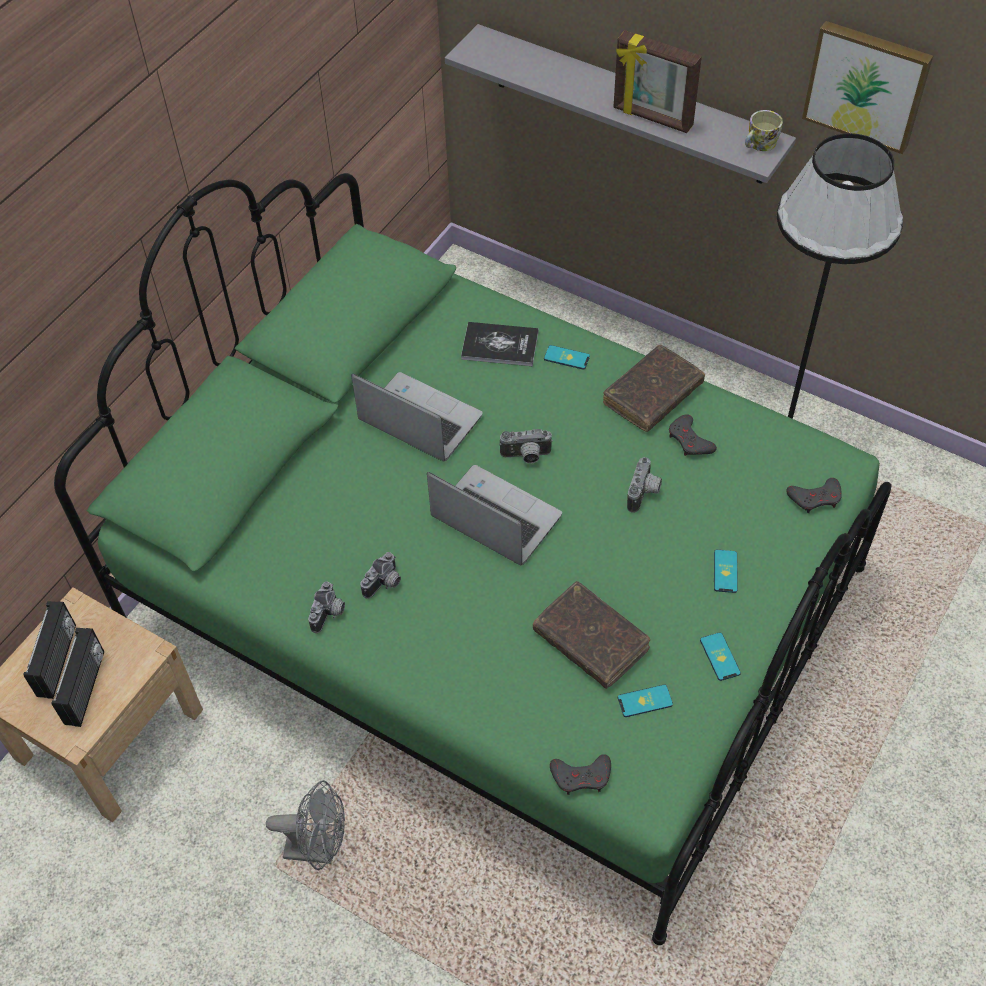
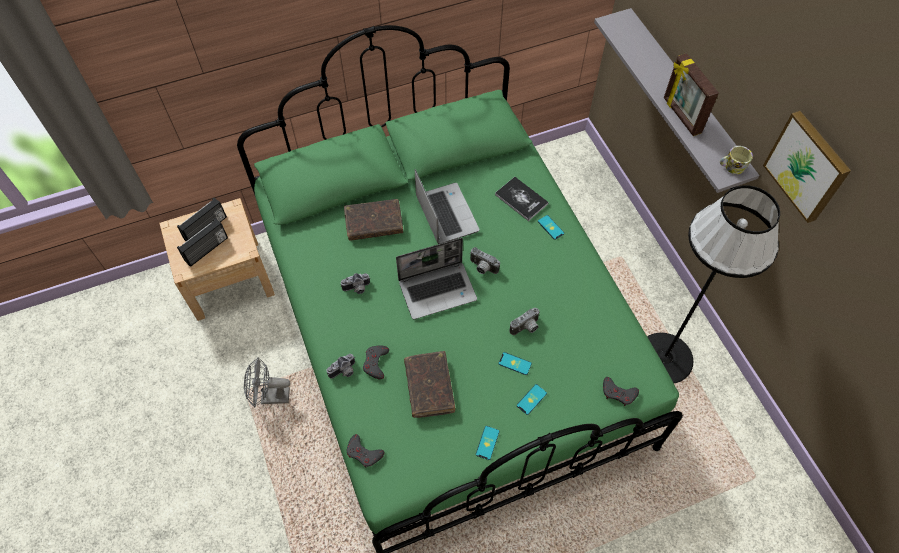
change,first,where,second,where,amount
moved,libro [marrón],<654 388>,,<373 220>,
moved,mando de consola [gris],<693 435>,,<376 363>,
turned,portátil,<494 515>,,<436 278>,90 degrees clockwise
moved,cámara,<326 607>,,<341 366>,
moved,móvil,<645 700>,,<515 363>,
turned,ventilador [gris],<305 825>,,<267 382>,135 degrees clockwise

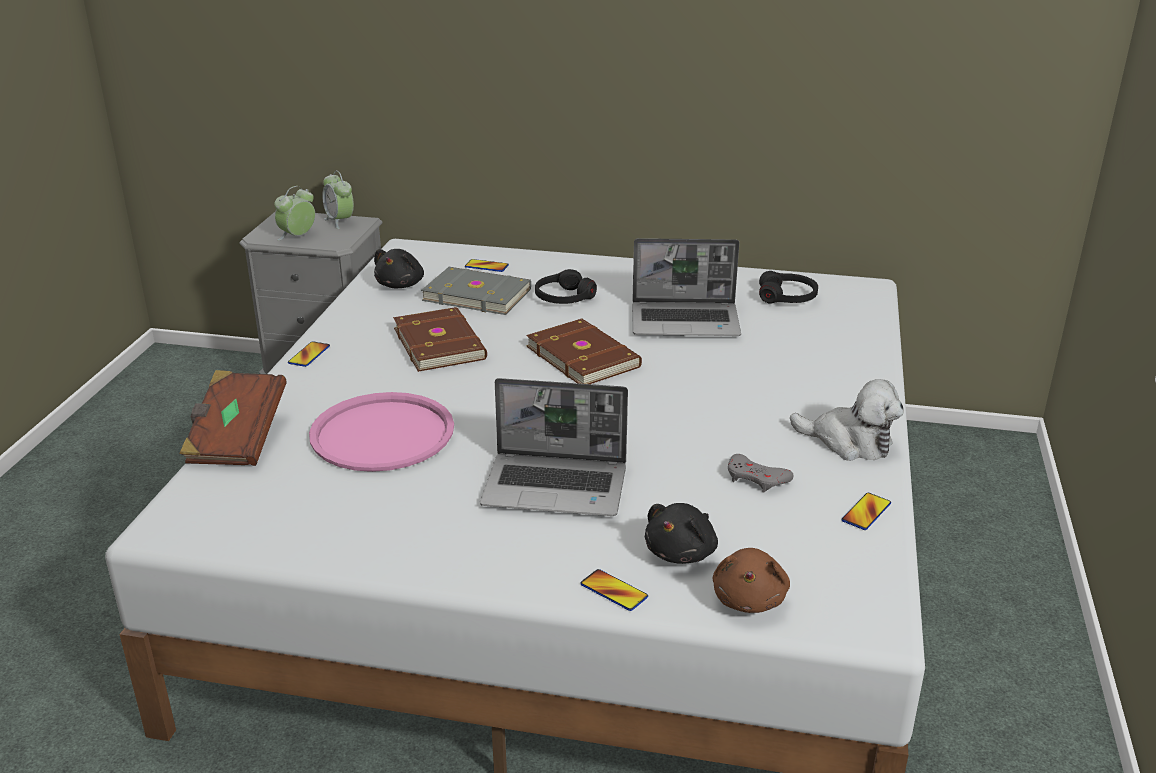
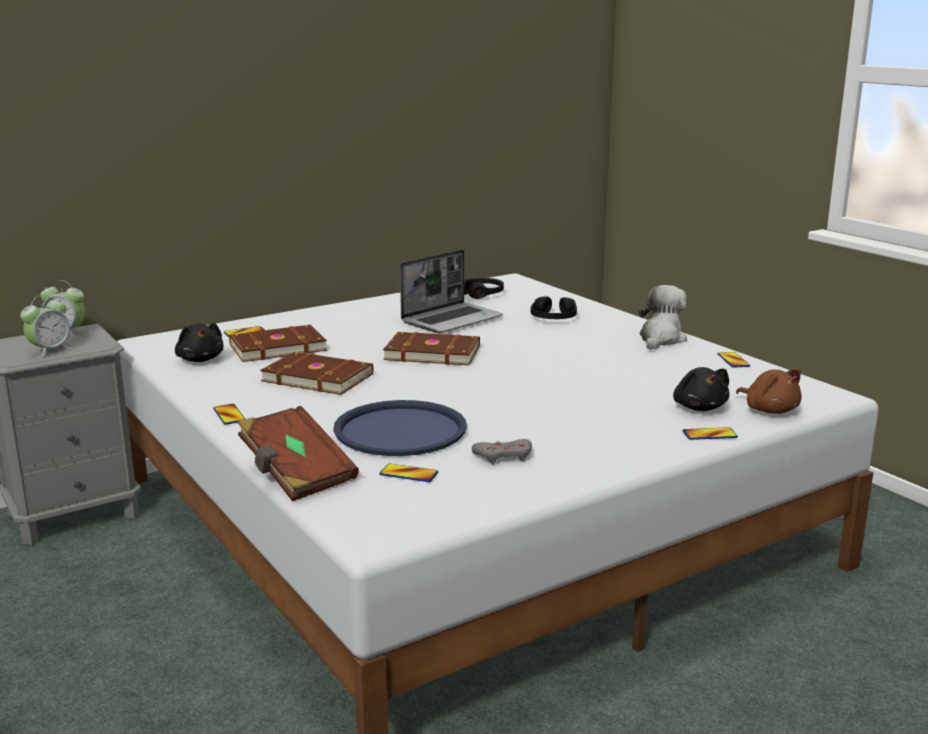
change,first,where,second,where,amount
turned,despertador,<294 213>,,<46 326>,135 degrees counterclockwise
recoloured,libro [gris],<476 291>,libro [marrón],<278 343>,
moved,auriculares [negro],<566 286>,,<554 307>,
removed,portátil,<554 447>,,,
turned,peluche,<847 420>,,<663 317>,45 degrees counterclockwise
recoloured,bandeja [rosa],<381 432>,bandeja [azul],<400 428>,
moved,mando de consola [gris],<760 473>,,<502 452>,
added,,,móvil,<408 473>,

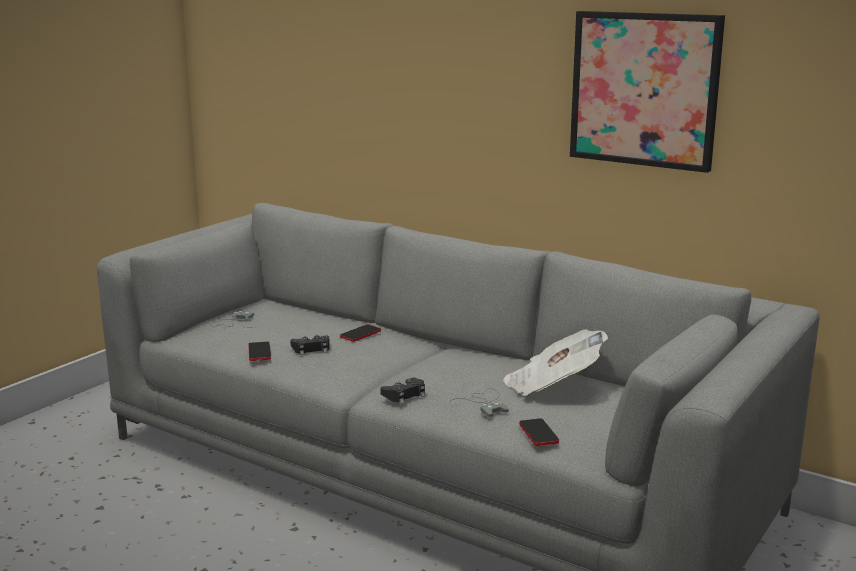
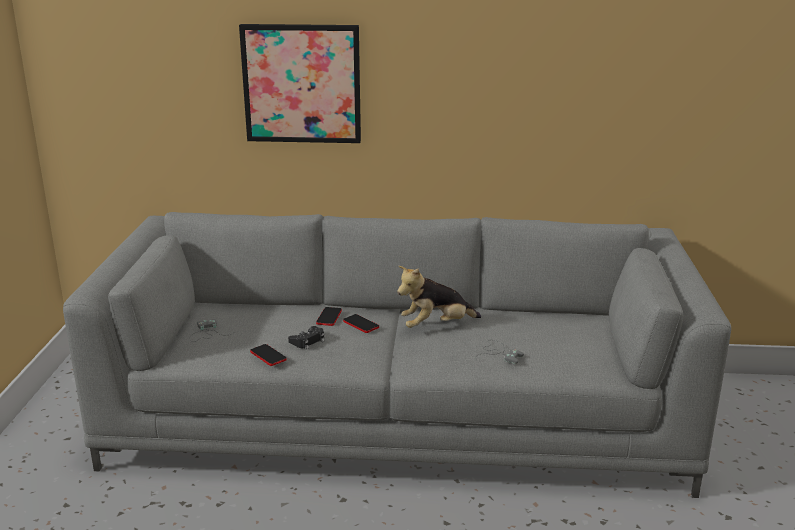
change,first,where,second,where,amount
moved,cuadro,<647 92>,,<300 83>,
removed,periódico,<555 362>,,,
removed,mando de consola [negro],<402 391>,,,
moved,móvil,<539 432>,,<361 323>,
added,,,peluche,<439 297>,

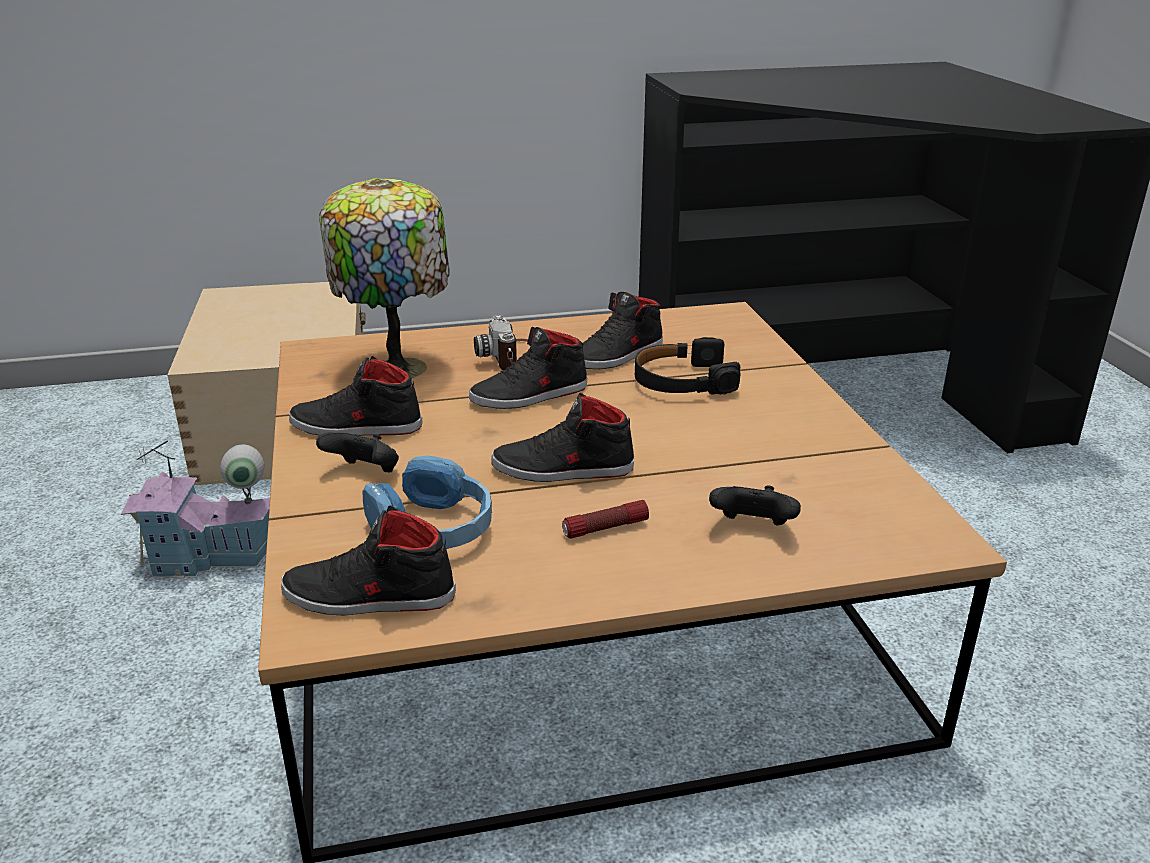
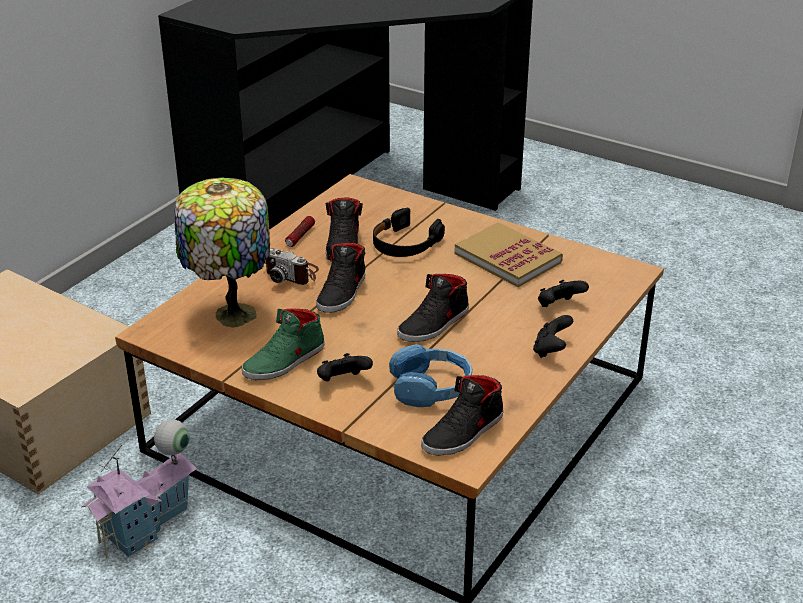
change,first,where,second,where,amount
recoloured,zapato [negro],<355 396>,zapato [verde],<283 344>,
moved,linterna,<605 519>,,<300 231>,
added,,,libro,<508 254>,
added,,,mando de consola [negro],<553 336>,

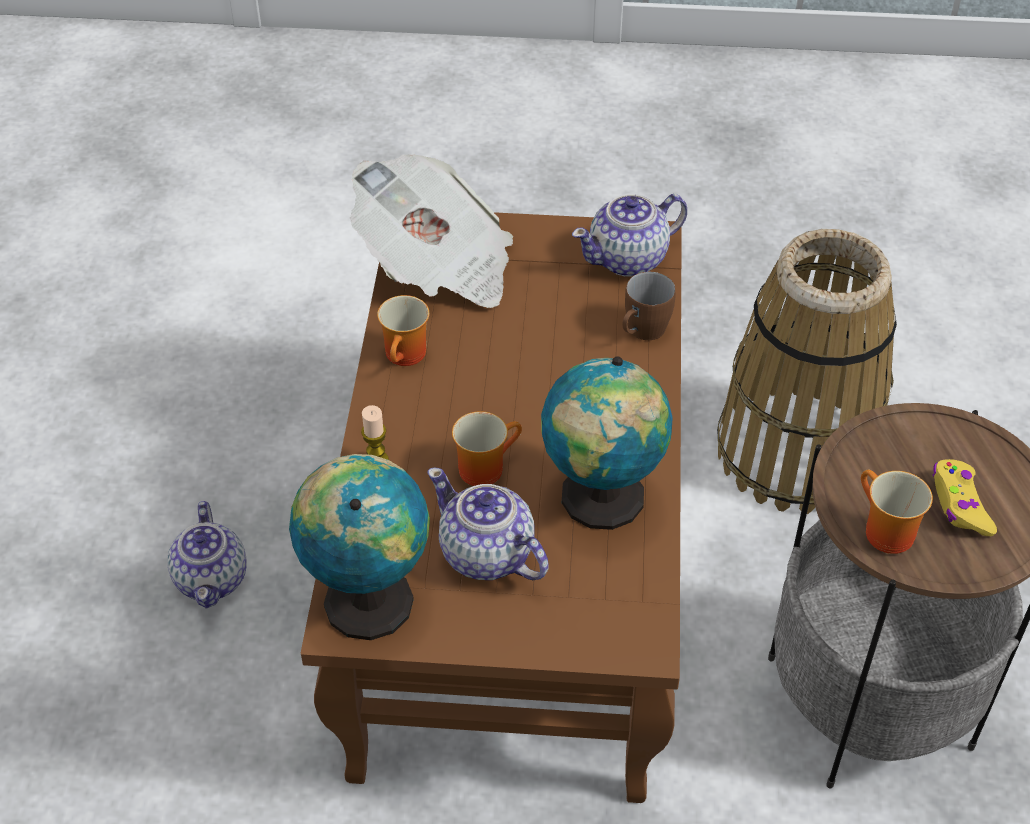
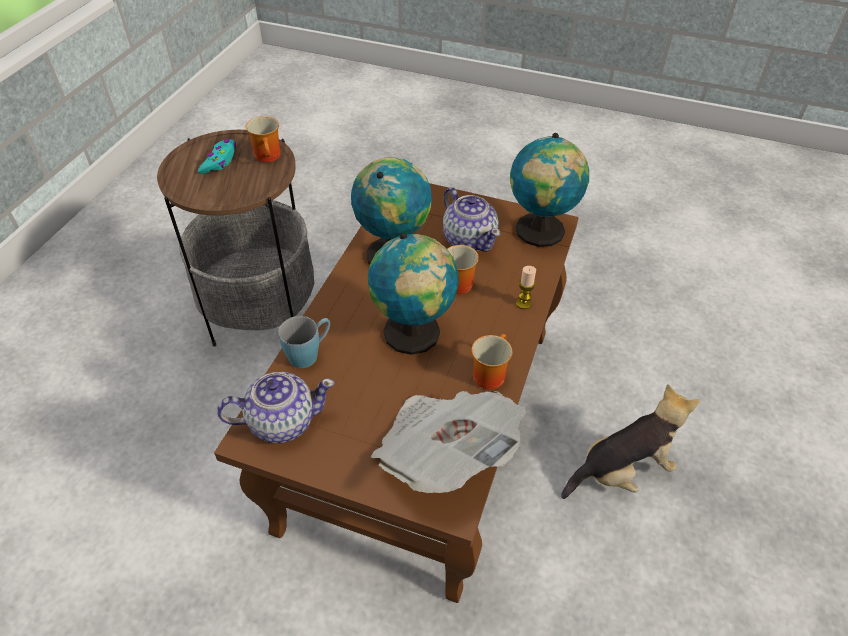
change,first,where,second,where,amount
removed,cesta,<807 371>,,,
recoloured,taza grande [marrón],<649 306>,taza grande [azul],<304 342>,
recoloured,mando de consola [amarillo],<965 497>,mando de consola [turquesa],<217 156>,
replaced,tetera,<207 554>,peluche,<630 441>,
added,,,globo terráqueo,<413 293>,

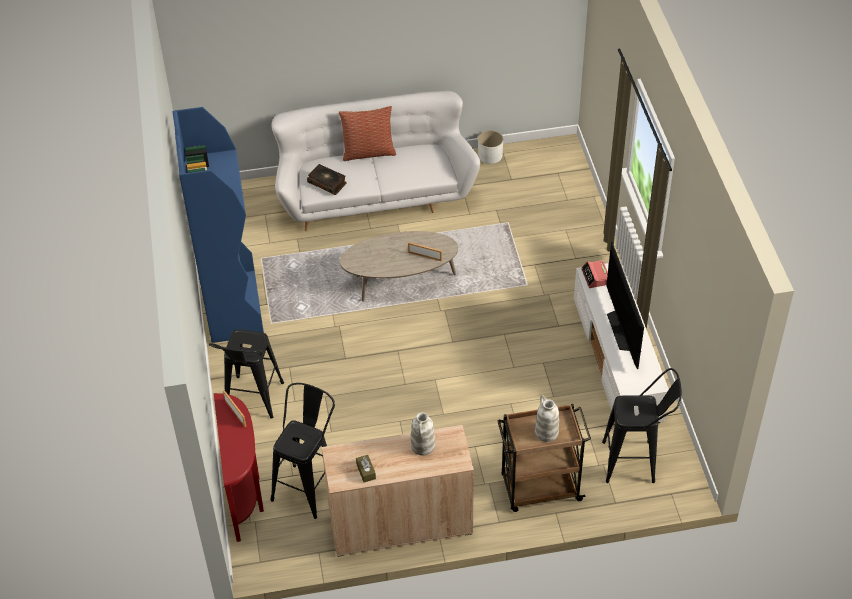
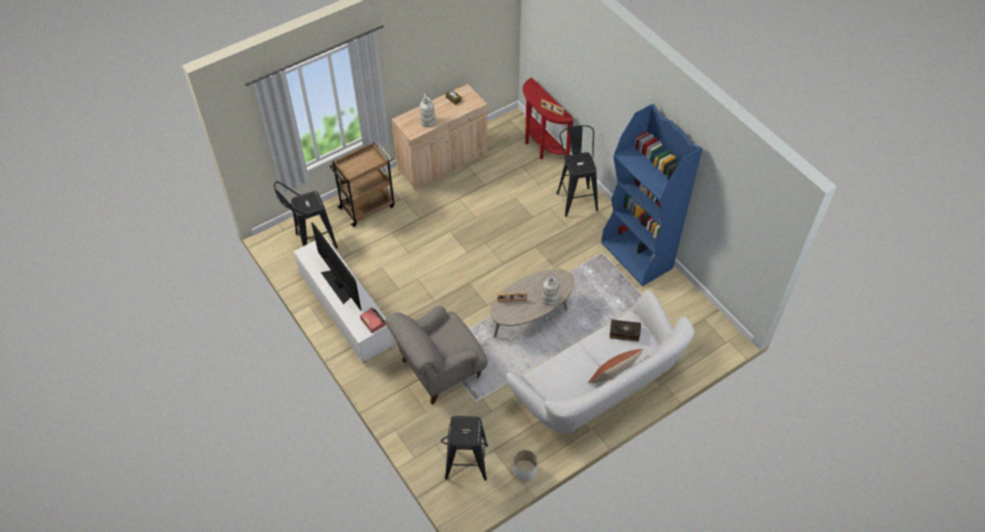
change,first,where,second,where,amount
moved,taburete [negro],<303 451>,,<464 448>,
moved,florero [blanco],<547 418>,,<550 291>,
added,,,sillón [gris],<436 355>,

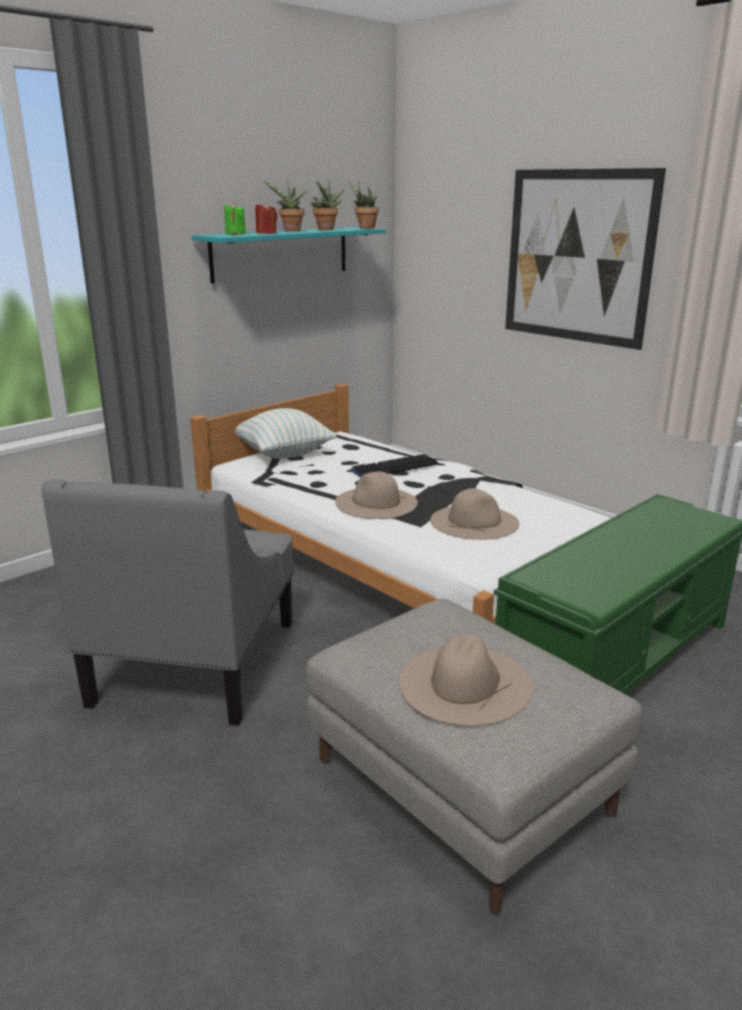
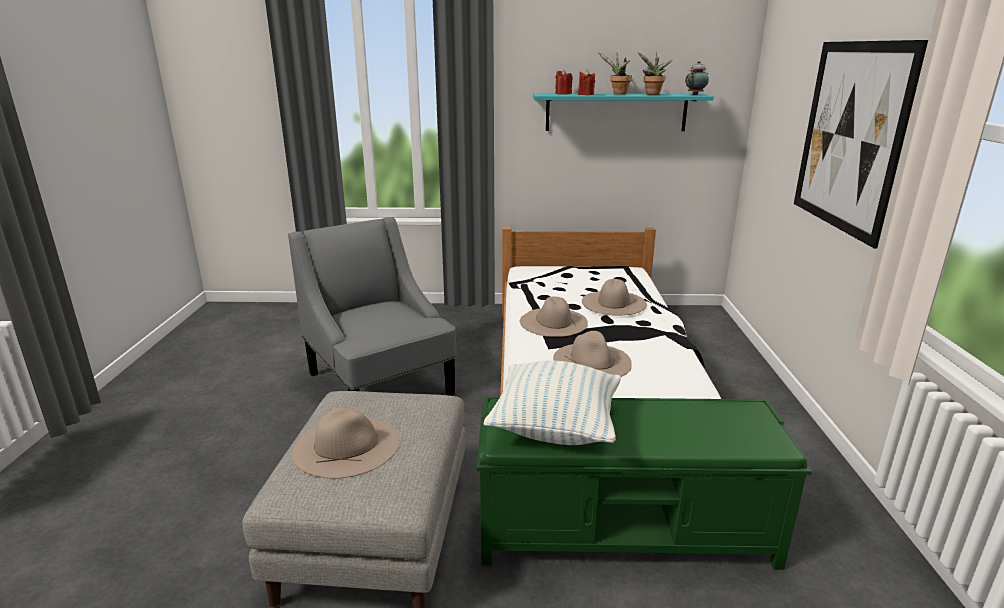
change,first,where,second,where,amount
replaced,planta en maceta,<364 204>,tetera,<697 78>,
recoloured,vela [verde],<235 218>,vela [rojo],<564 82>,
moved,cojín,<286 433>,,<552 403>,
replaced,teclado,<394 465>,sombrero [beis],<614 297>,
turned,sillón [gris],<167 603>,,<372 306>,90 degrees clockwise

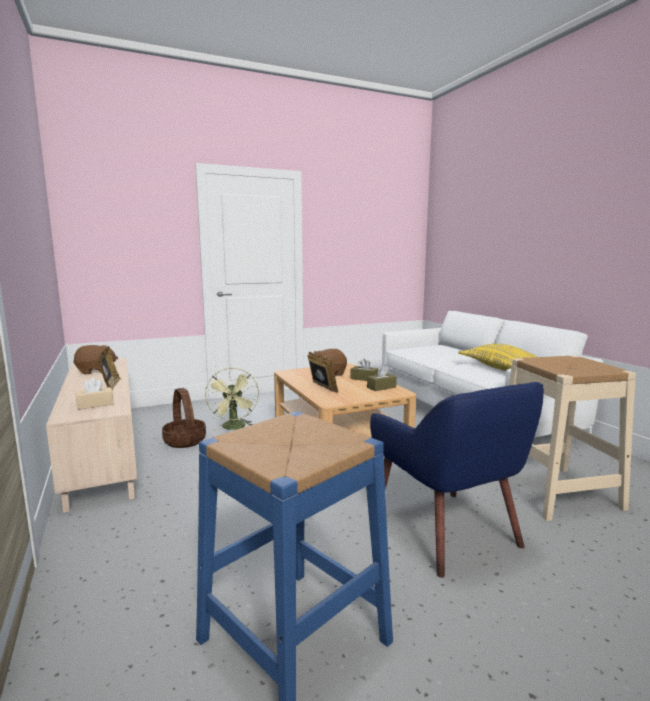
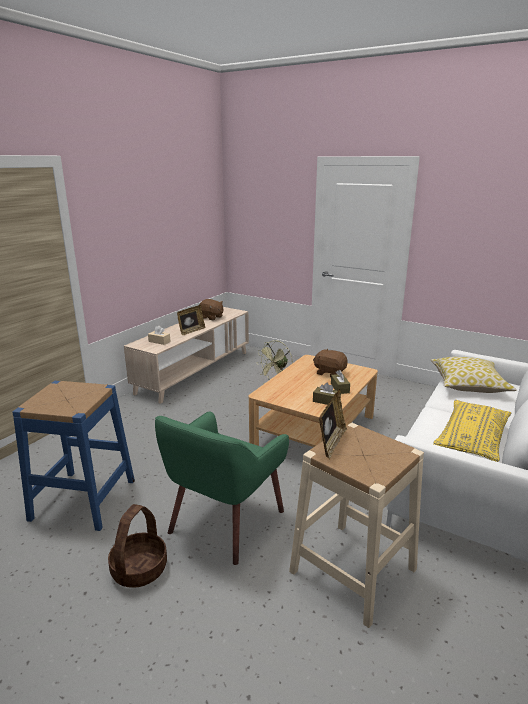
change,first,where,second,where,amount
moved,portarretratos,<323 372>,,<333 424>,
recoloured,sillón [azul],<457 480>,sillón [verde],<222 488>,
moved,cesta,<184 418>,,<137 546>,
added,,,cojín,<474 375>,

